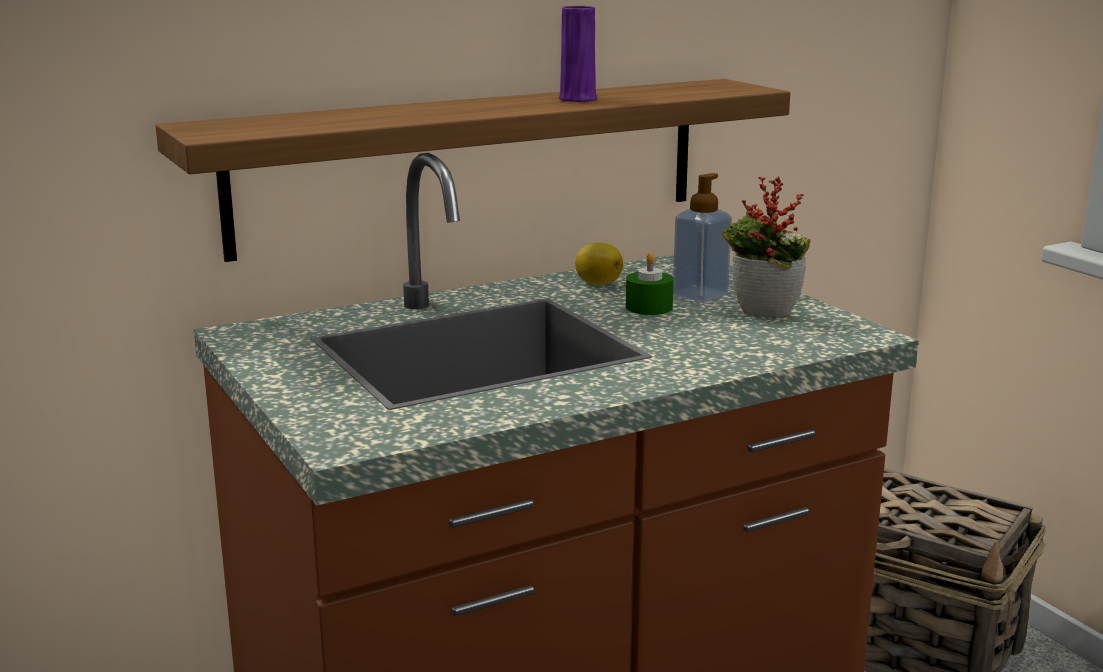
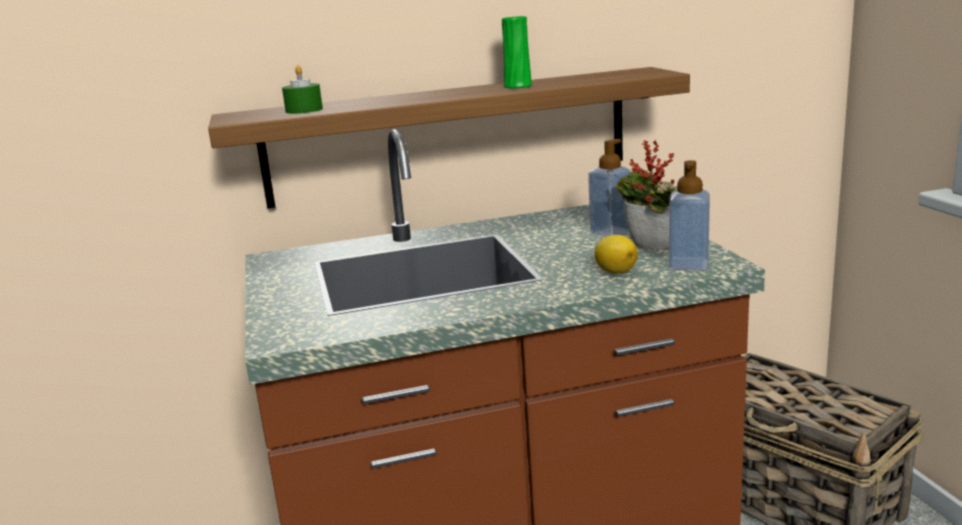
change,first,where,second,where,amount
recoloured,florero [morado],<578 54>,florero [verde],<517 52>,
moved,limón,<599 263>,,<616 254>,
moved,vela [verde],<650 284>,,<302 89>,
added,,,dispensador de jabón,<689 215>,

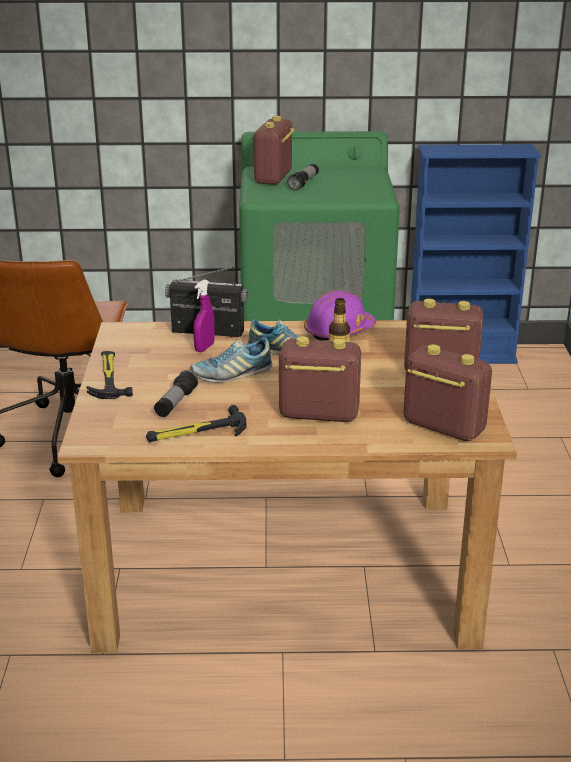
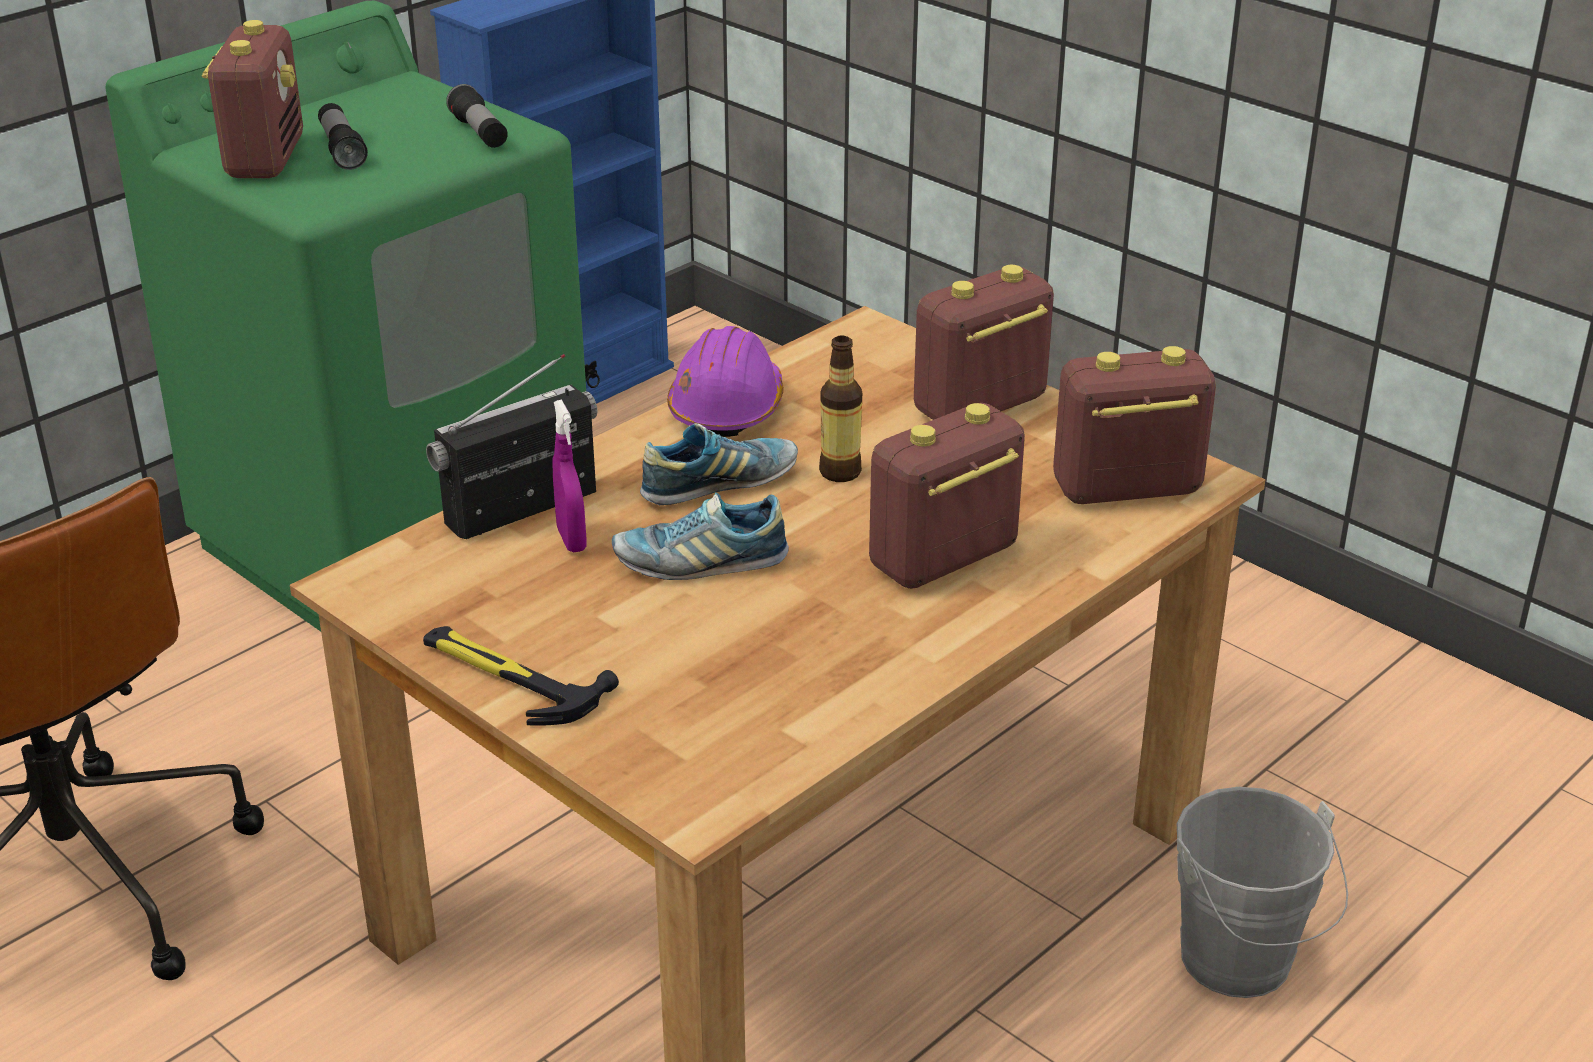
change,first,where,second,where,amount
turned,radio,<274 150>,,<252 99>,150 degrees counterclockwise
turned,zapato,<231 360>,,<700 536>,60 degrees clockwise
moved,linterna,<176 393>,,<477 116>,
removed,martillo,<196 423>,,,
added,,,cubo [gris],<1262 892>,

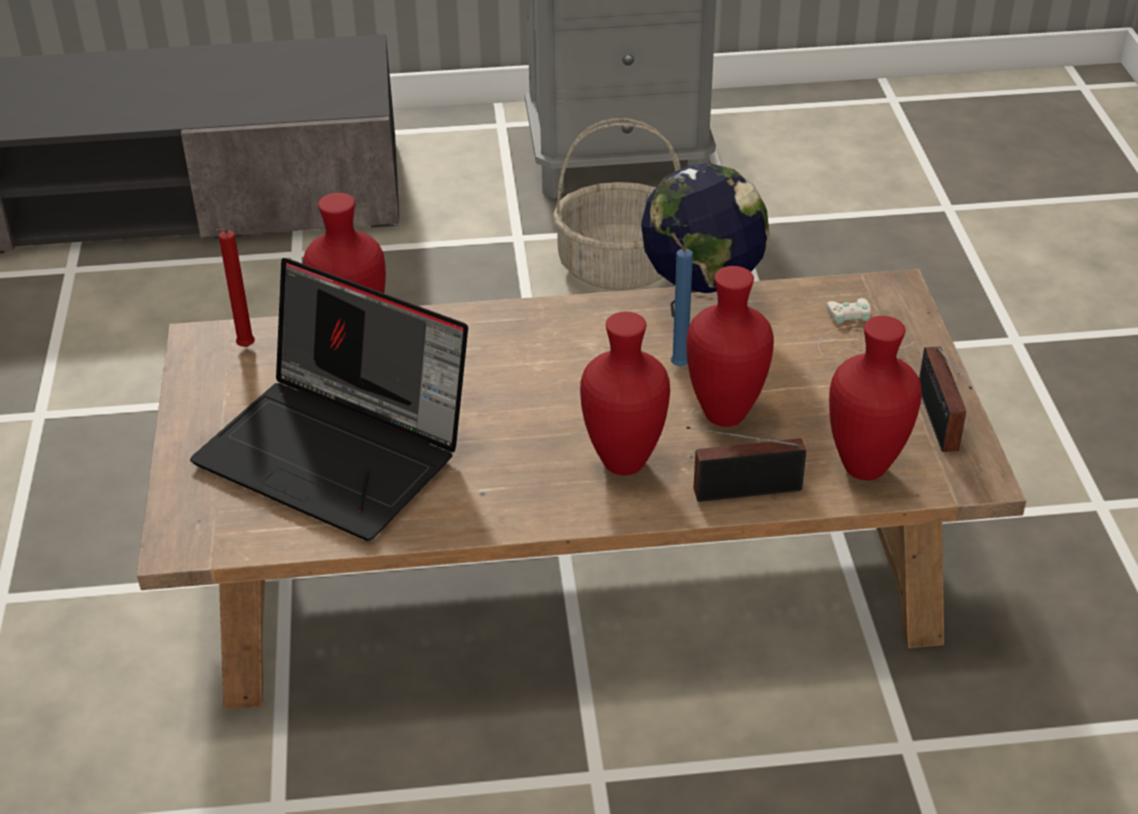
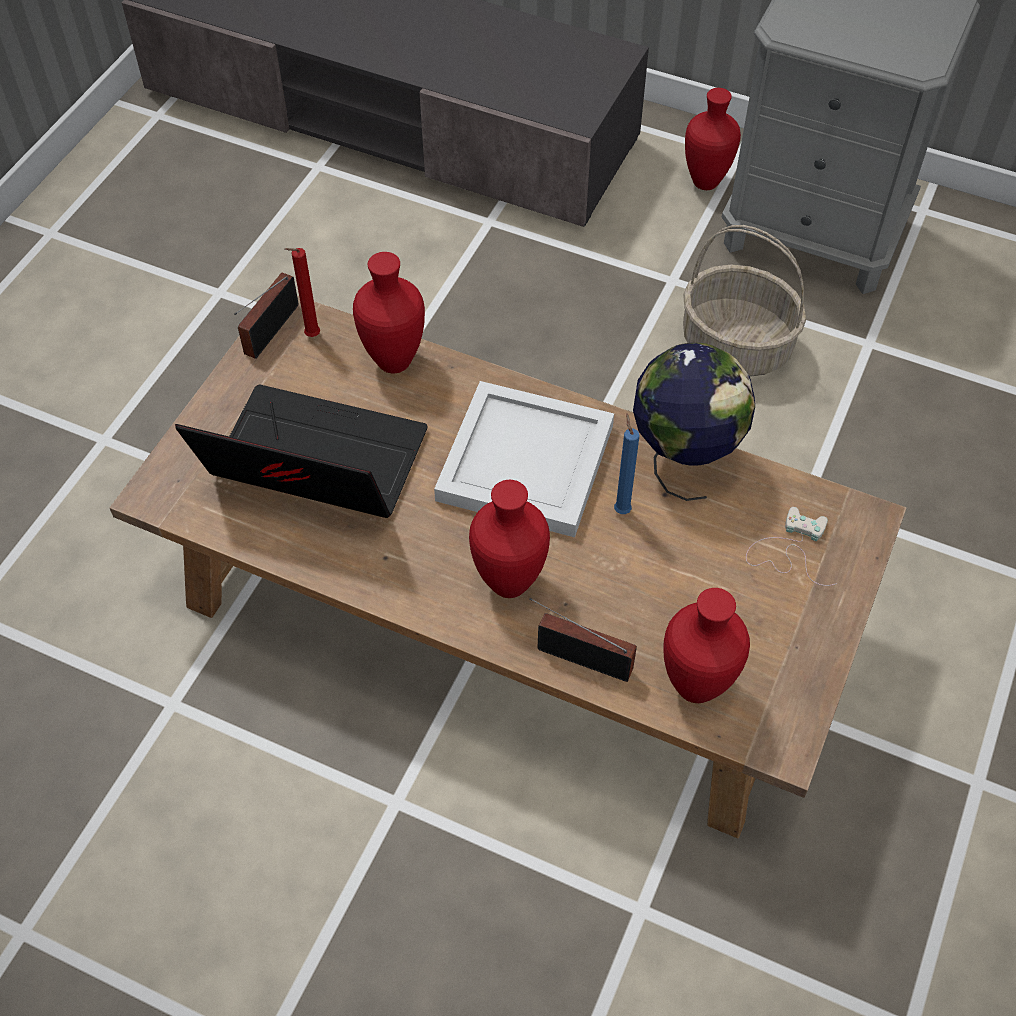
change,first,where,second,where,amount
turned,portátil,<329 399>,,<301 451>,135 degrees clockwise
moved,florero [rojo],<730 346>,,<713 139>,
moved,radio,<945 399>,,<266 316>,
added,,,bandeja [blanco],<524 459>,

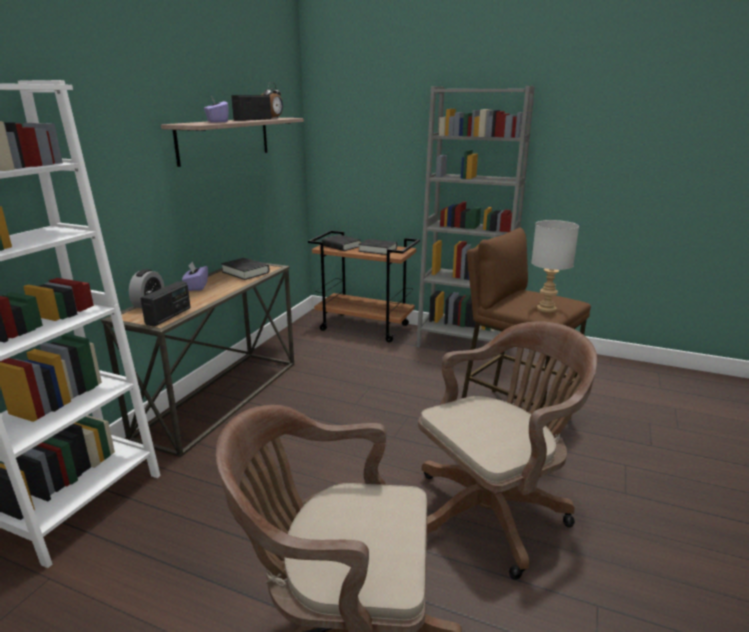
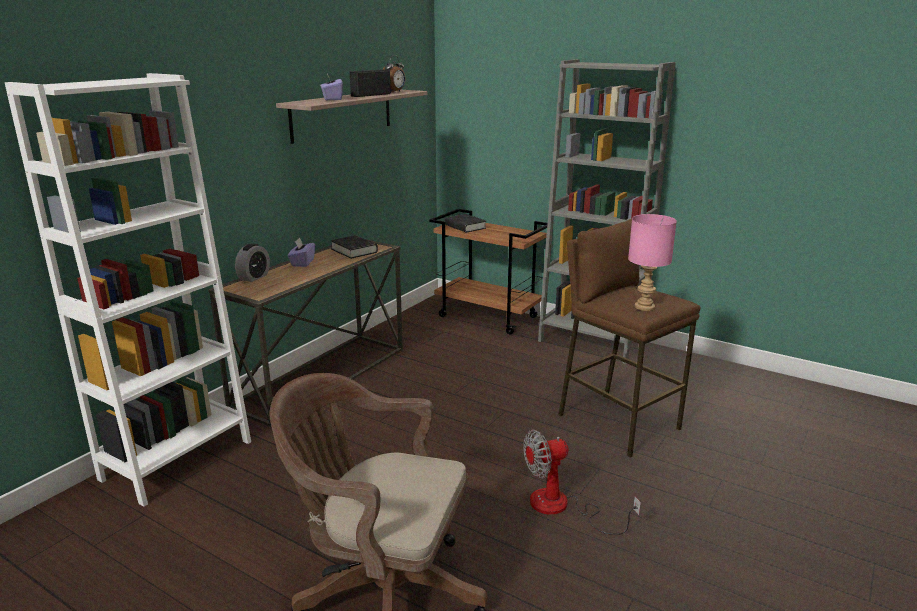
change,first,where,second,where,amount
recoloured,lámpara de mesa [gris],<555 266>,lámpara de mesa [rosa],<652 262>,
removed,libro [negro],<377 247>,,,
removed,radio,<165 304>,,,
replaced,silla de oficina [marrón],<507 450>,ventilador,<582 482>,

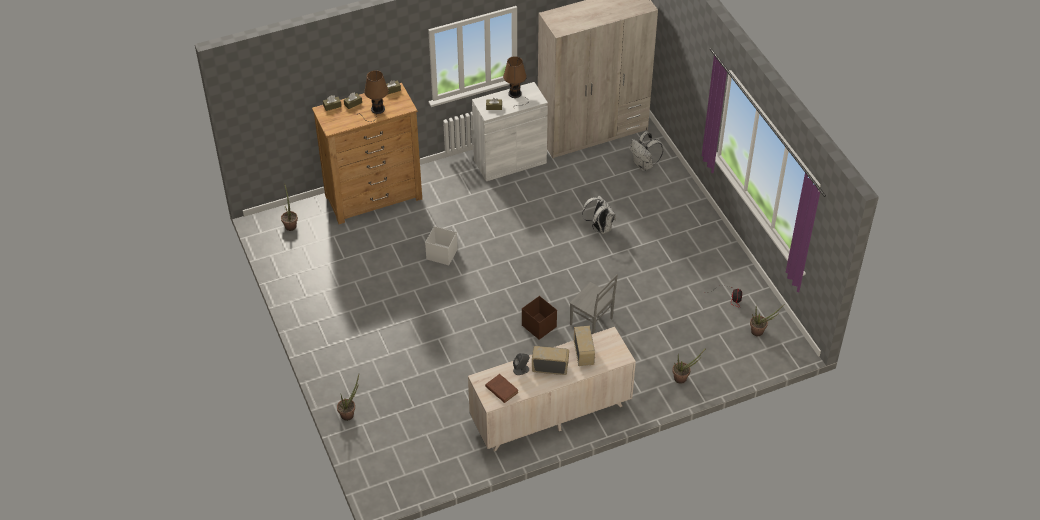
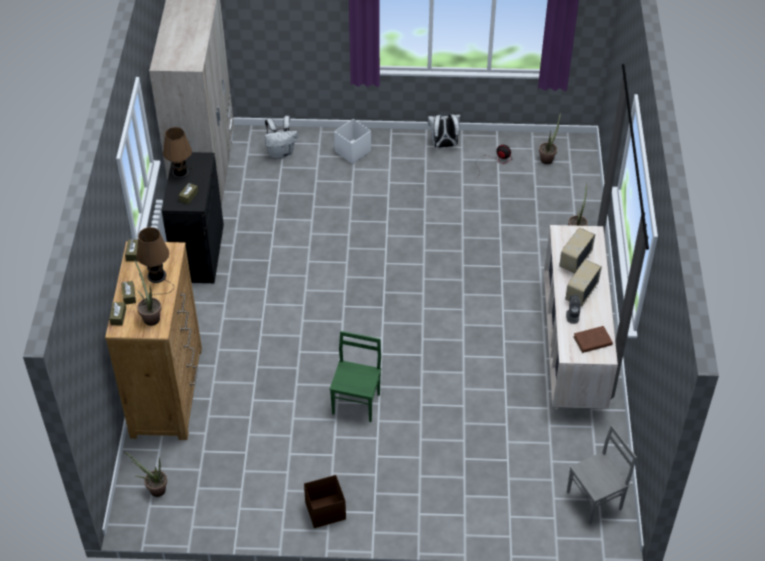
change,first,where,second,where,amount
recoloured,armario [blanco],<510 131>,armario [negro],<192 217>,
moved,mochila [blanco],<599 214>,,<444 130>,
moved,caja de almacenaje [blanco],<441 245>,,<352 141>,
moved,silla [gris],<594 304>,,<602 475>,
moved,caja de almacenaje [marrón],<539 318>,,<325 501>,
turned,radio,<584 346>,,<577 250>,75 degrees counterclockwise
moved,planta en maceta,<348 397>,,<148 292>,
added,,,silla [verde],<355 376>,

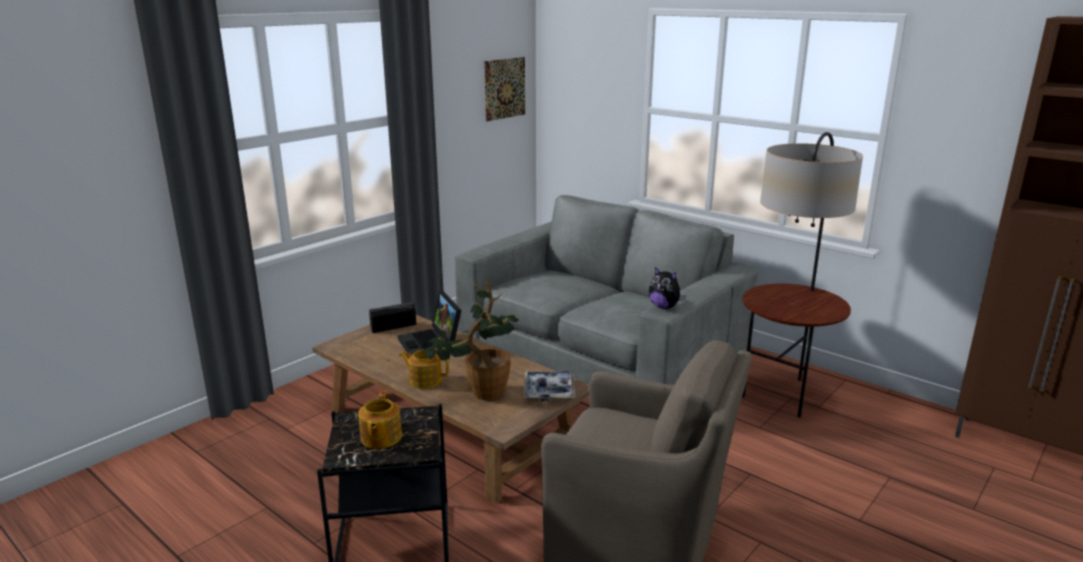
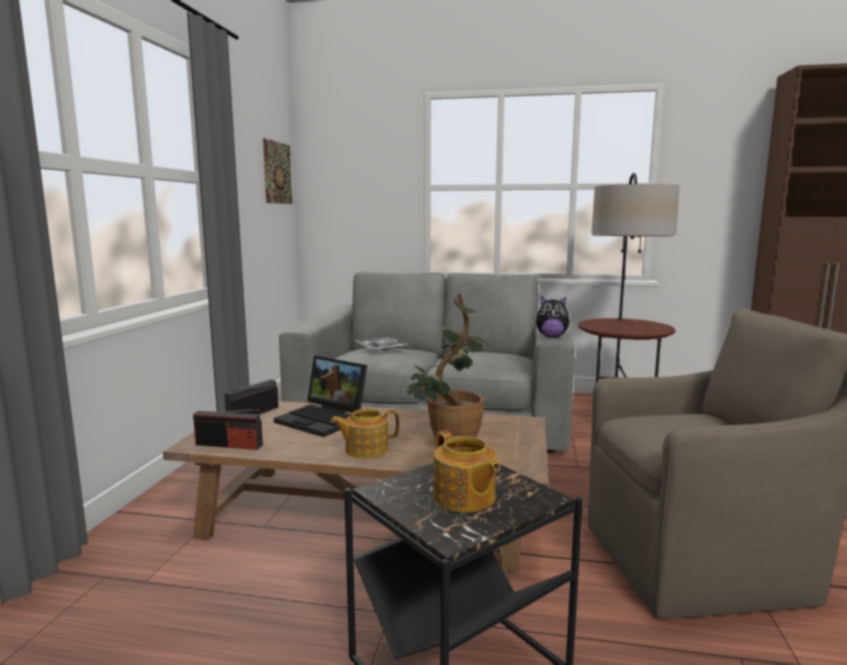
change,first,where,second,where,amount
moved,bandeja,<549 386>,,<382 344>,
added,,,radio,<228 429>,

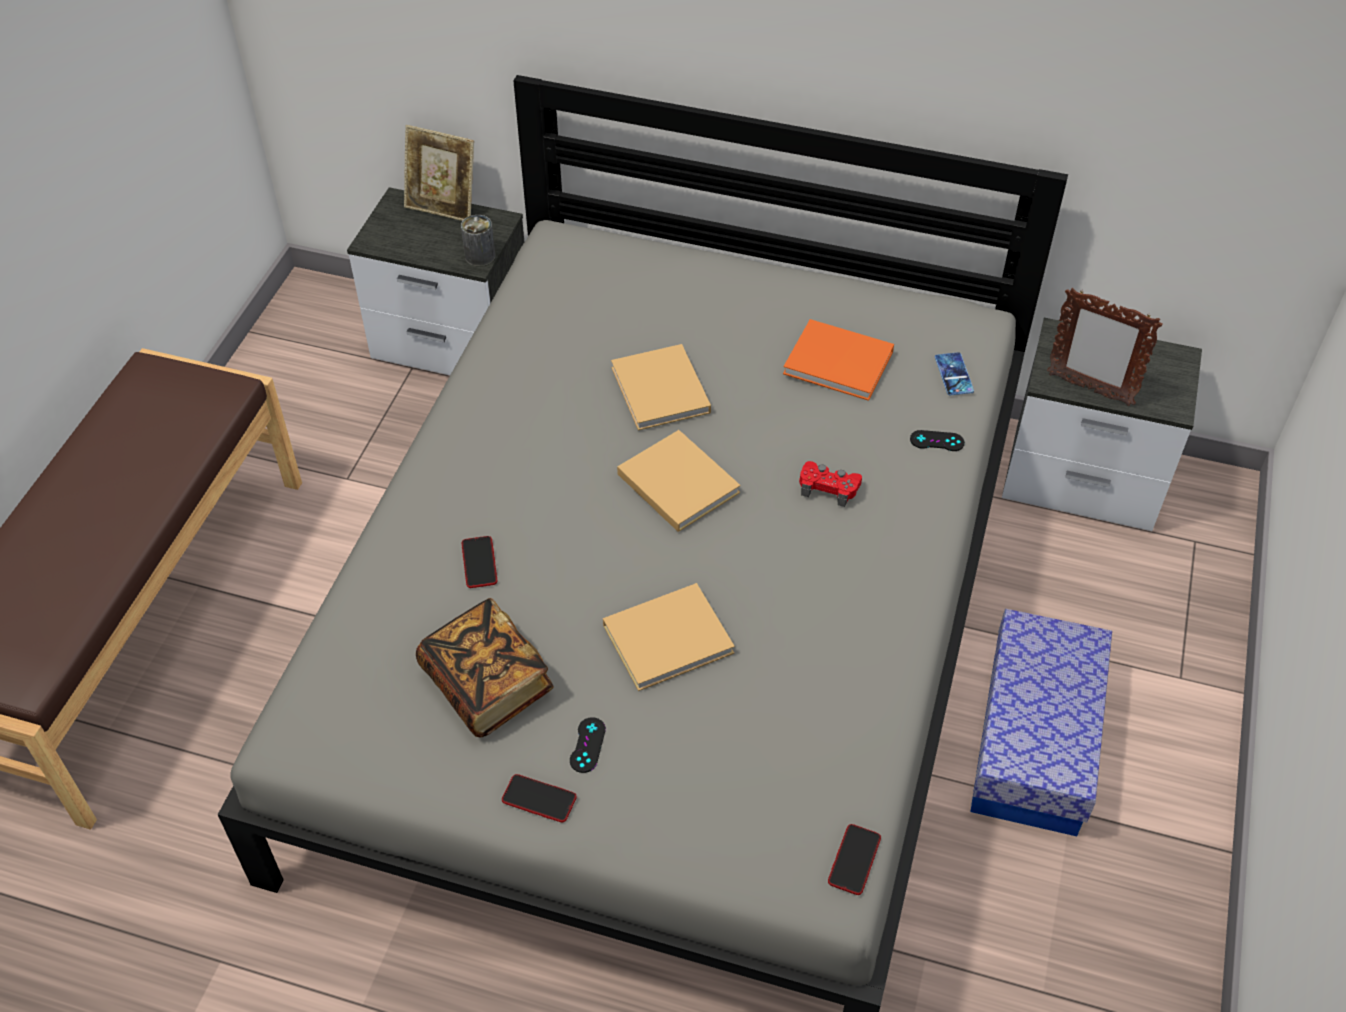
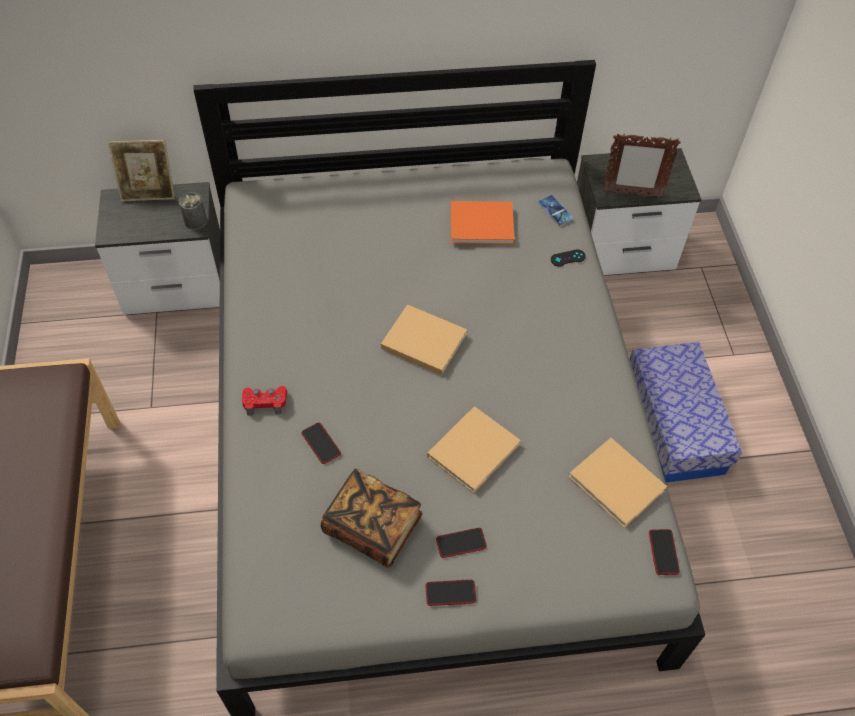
change,first,where,second,where,amount
moved,libro [beis],<661 387>,,<618 483>,
moved,mando de consola [rojo],<830 484>,,<264 401>,
replaced,mando de consola [negro],<588 745>,móvil,<461 543>,

